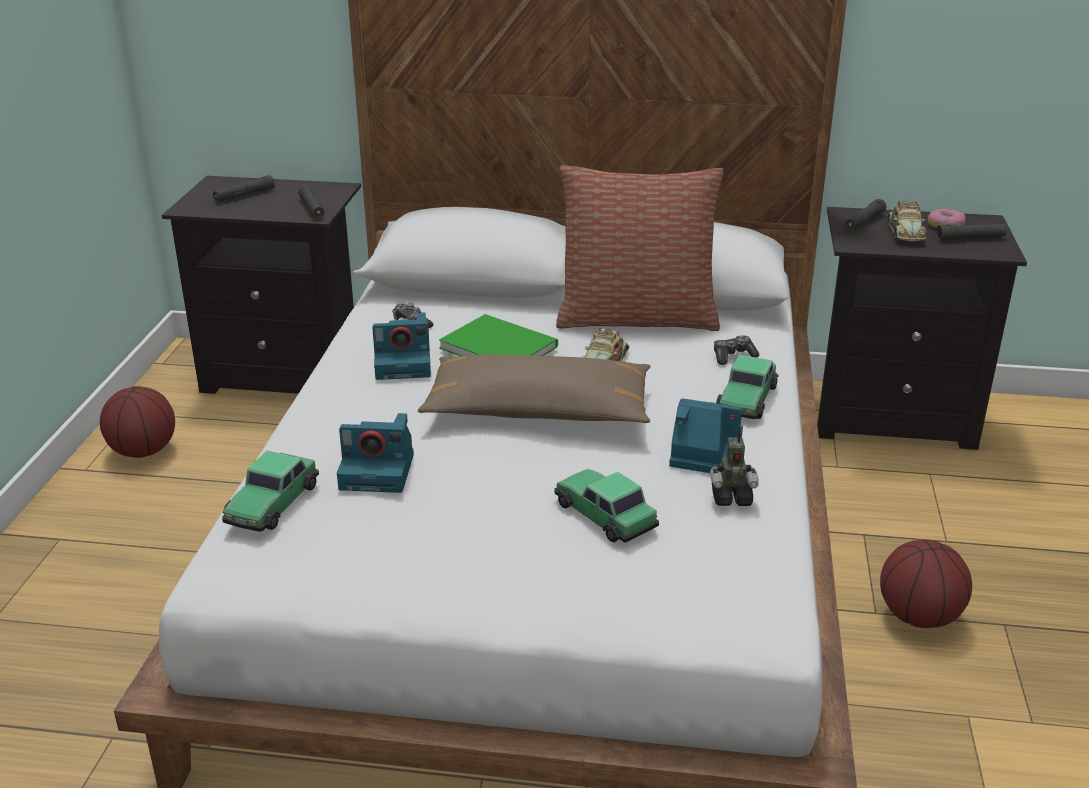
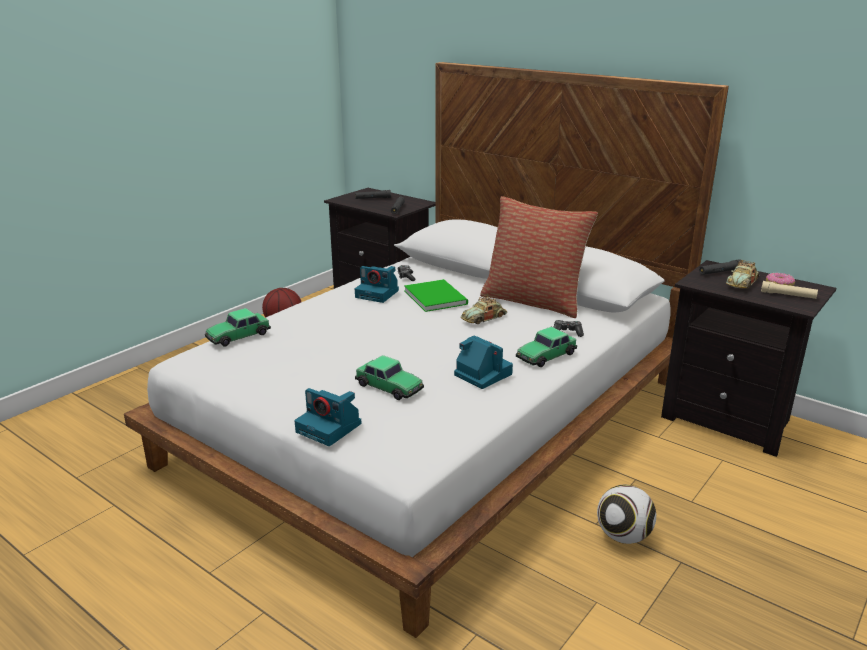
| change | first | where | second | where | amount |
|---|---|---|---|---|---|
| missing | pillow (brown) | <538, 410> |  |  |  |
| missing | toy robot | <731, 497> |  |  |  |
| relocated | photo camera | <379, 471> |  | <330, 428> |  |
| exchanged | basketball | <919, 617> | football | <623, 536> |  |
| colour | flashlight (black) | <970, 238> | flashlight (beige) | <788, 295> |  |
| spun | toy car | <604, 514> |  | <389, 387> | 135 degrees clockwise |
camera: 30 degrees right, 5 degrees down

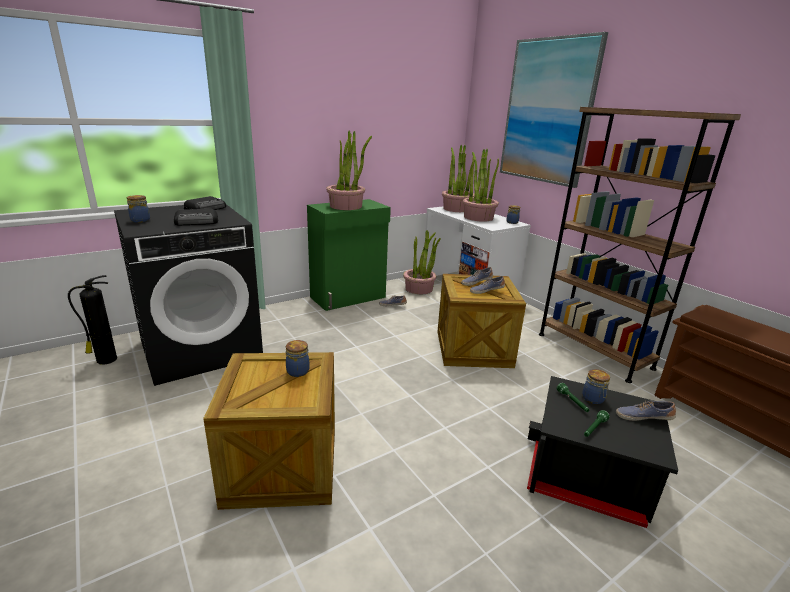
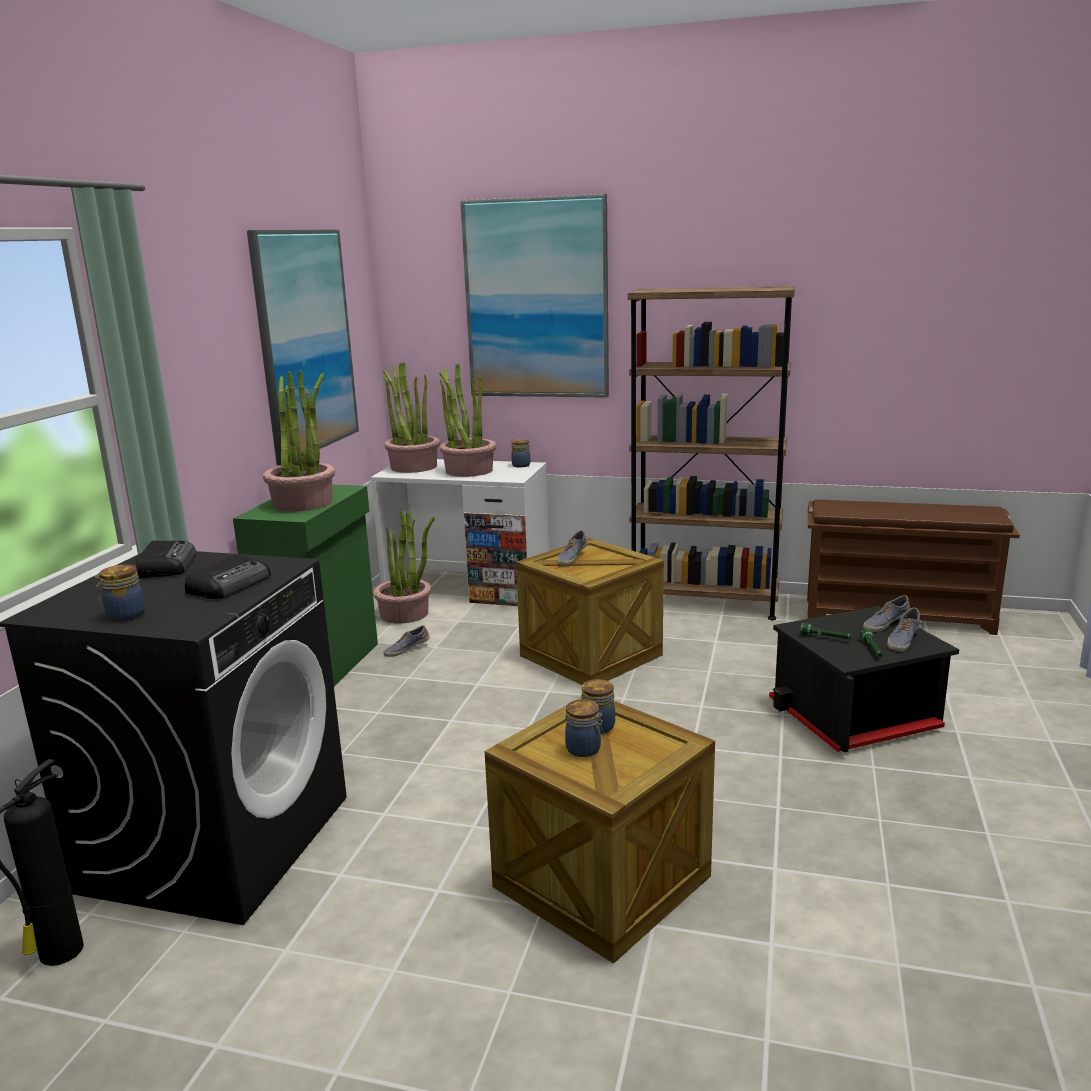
| change | first | where | second | where | amount |
|---|---|---|---|---|---|
| appeared |  |  | picture | <305, 342> |  |
| relocated | shoe | <486, 291> |  | <902, 640> |  |
| relocated | jar | <593, 399> |  | <584, 749> |  |
camera: 40 degrees left, 5 degrees down

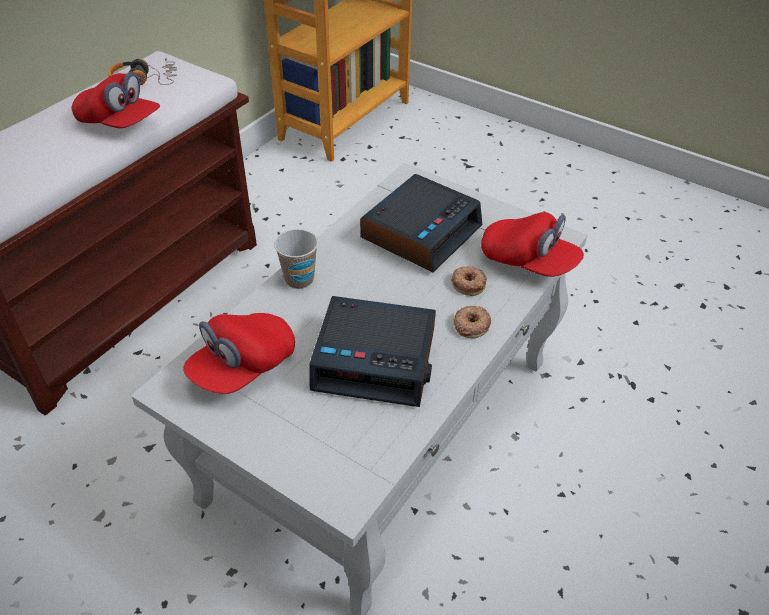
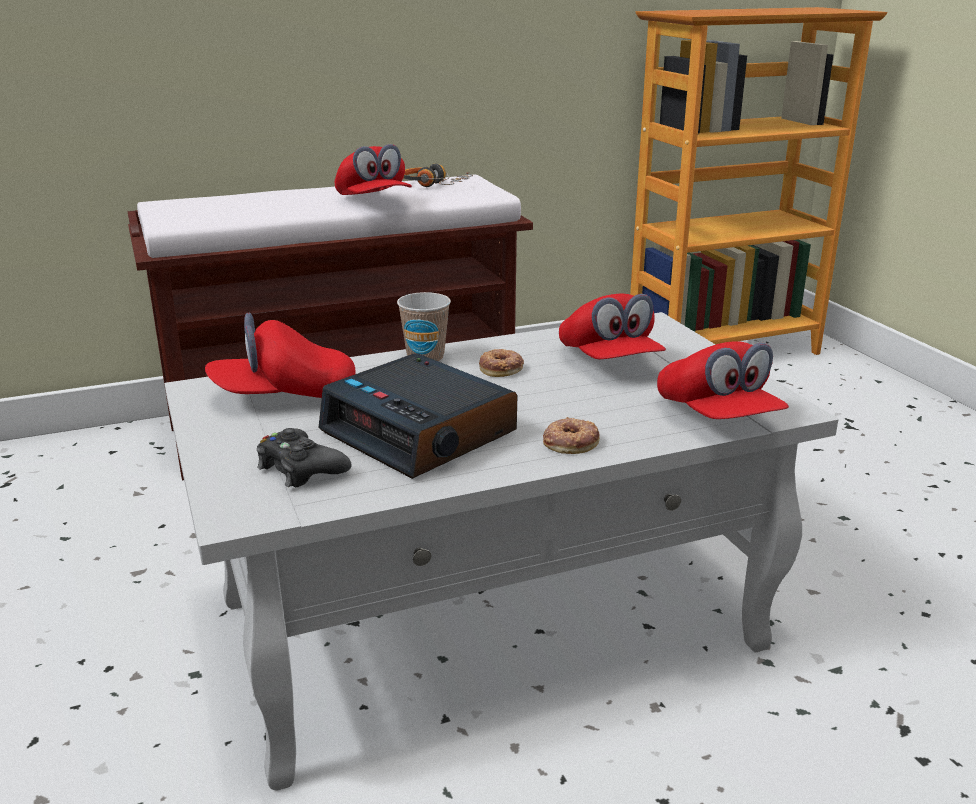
| change | first | where | second | where | amount |
|---|---|---|---|---|---|
| appeared |  |  | game controller (black) | <300, 469> |  |
| relocated | donut | <468, 283> |  | <501, 368> |  |
| exchanged | alarm clock | <421, 232> | cap (red) | <609, 361> |  |
camera: 35 degrees right, 20 degrees down

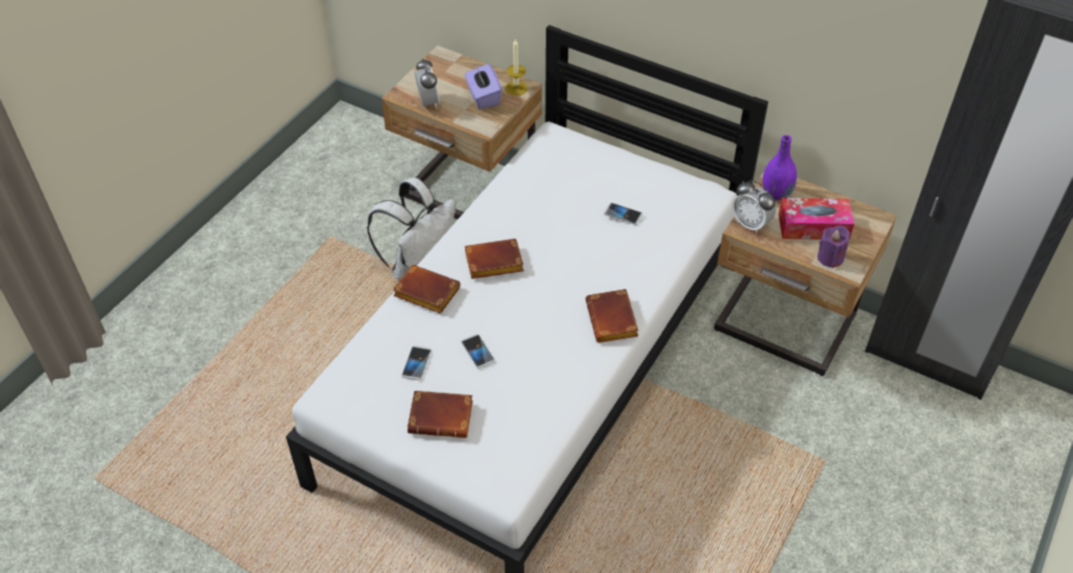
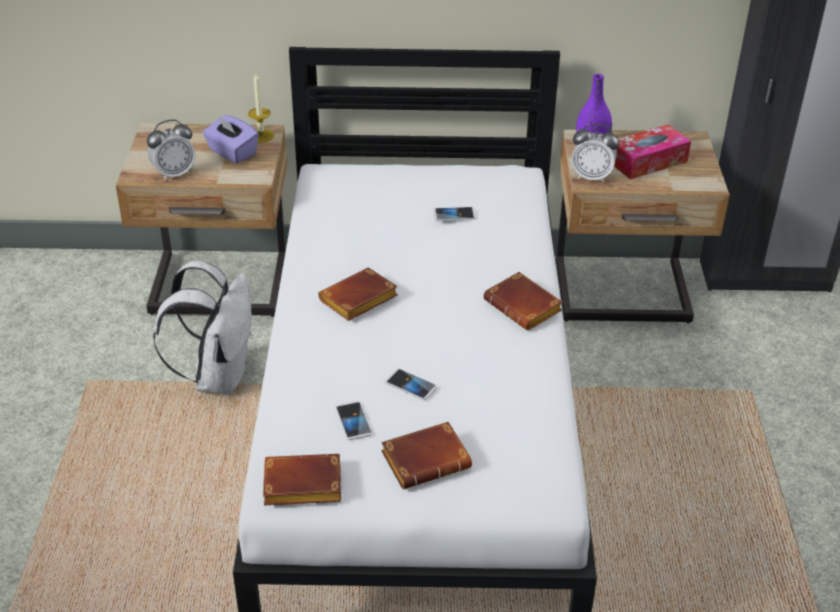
| change | first | where | second | where | amount |
|---|---|---|---|---|---|
| missing | candle (purple) | <830, 257> |  |  |  |
| relocated | book (brown) | <424, 293> |  | <300, 487> |  |
| spun | alarm clock | <428, 102> |  | <174, 174> | 105 degrees clockwise |
camera: 30 degrees left, 10 degrees down

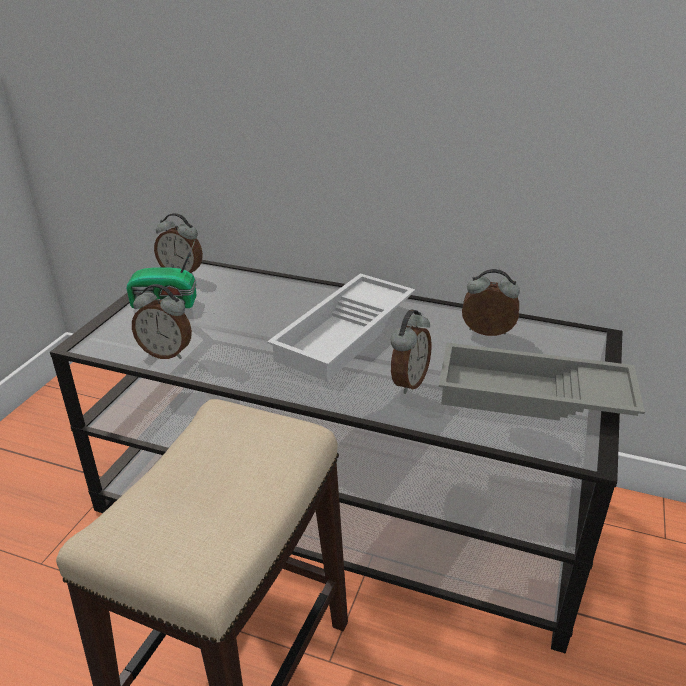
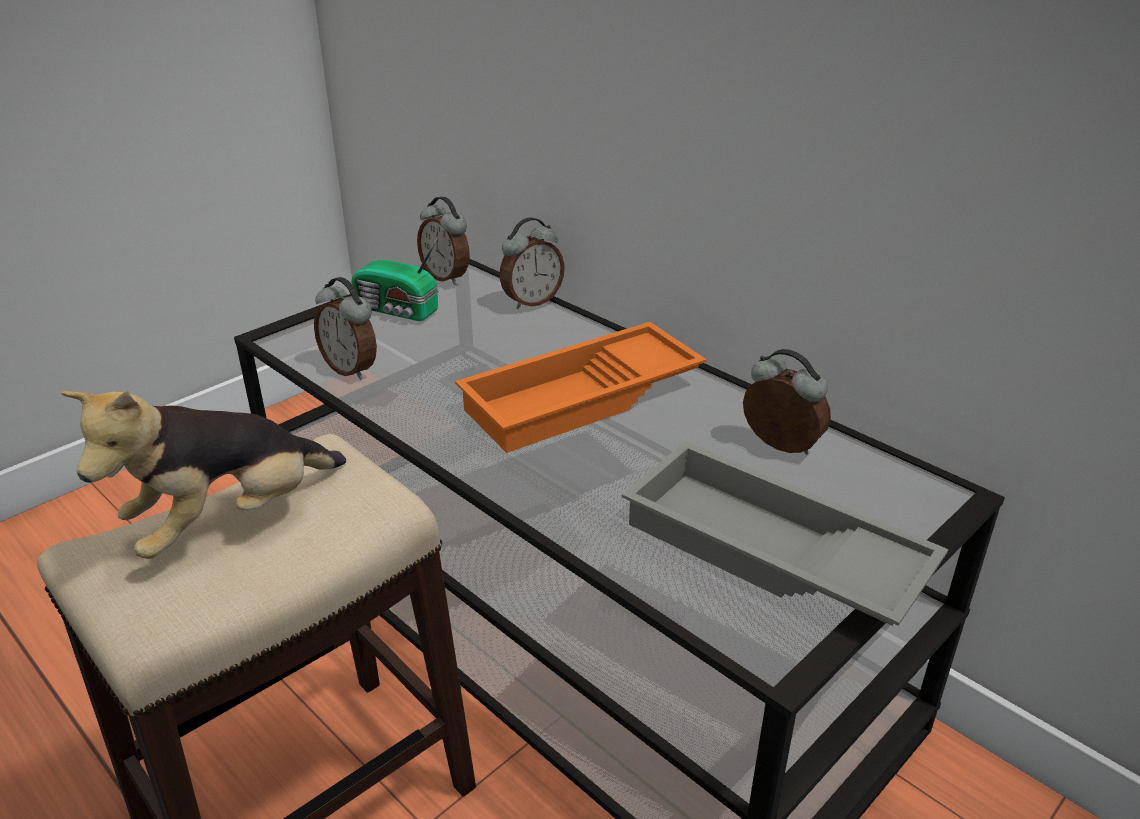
| change | first | where | second | where | amount |
|---|---|---|---|---|---|
| appeared |  |  | plush toy | <230, 521> |  |
| relocated | alarm clock | <408, 382> |  | <531, 301> |  |
| colour | tray (white) | <347, 334> | tray (orange) | <582, 400> |  |
camera: 25 degrees right, 0 degrees up

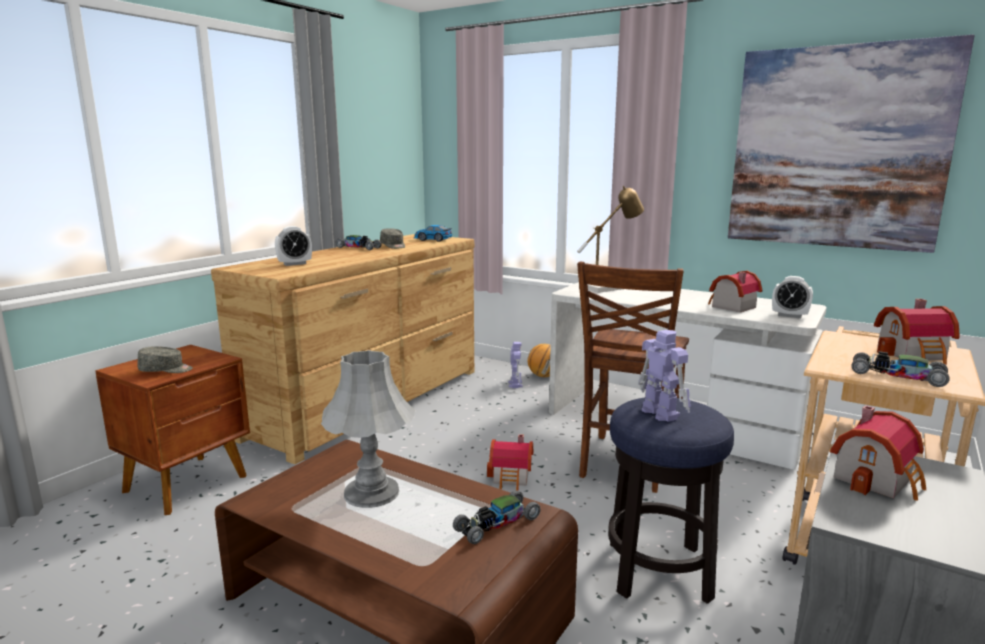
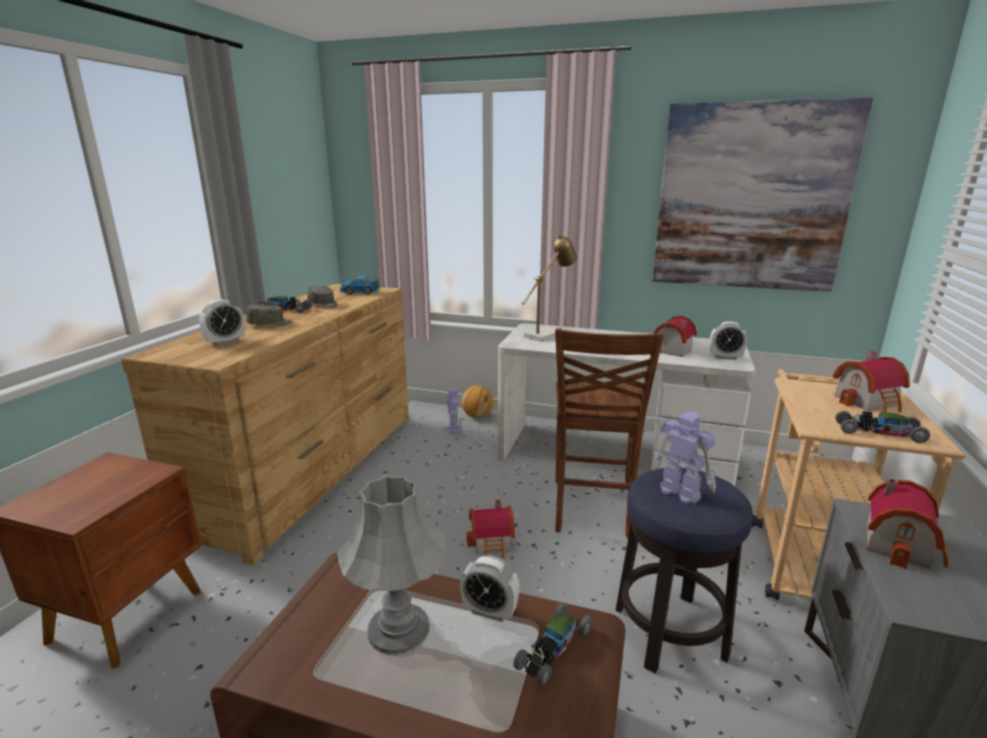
| change | first | where | second | where | amount |
|---|---|---|---|---|---|
| appeared |  |  | alarm clock | <489, 611> |  |
| relocated | cap (grey) | <166, 370> |  | <270, 324> |  |
camera: 15 degrees left, 5 degrees up

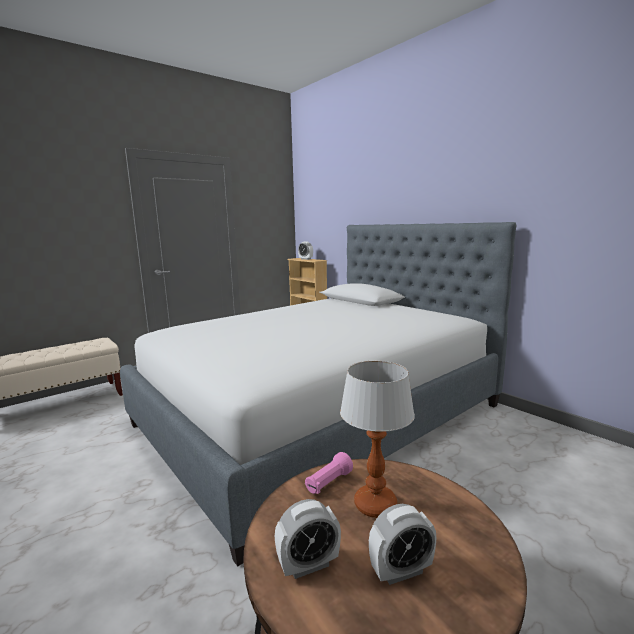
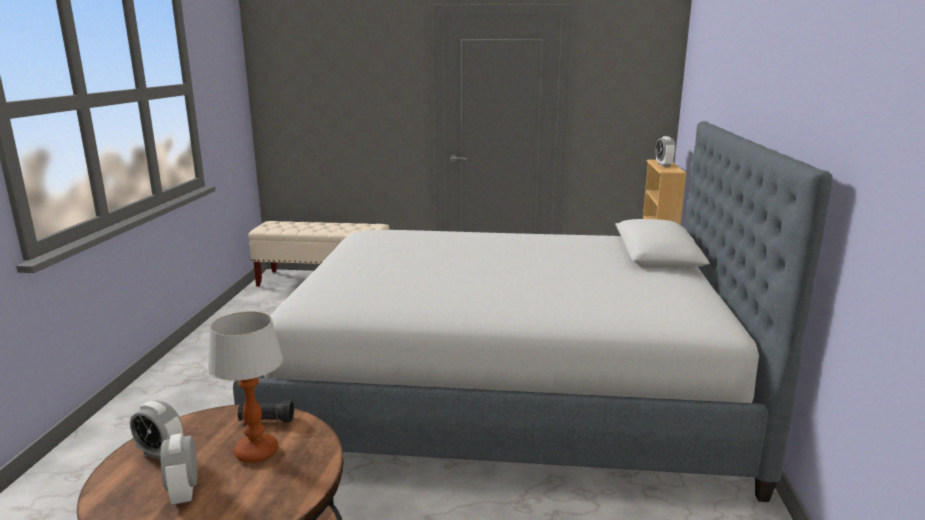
| change | first | where | second | where | amount |
|---|---|---|---|---|---|
| colour | flashlight (pink) | <328, 483> | flashlight (black) | <266, 421> |  |
| spun | alarm clock | <401, 571> |  | <184, 492> | 45 degrees clockwise |
camera: 45 degrees right, 5 degrees up

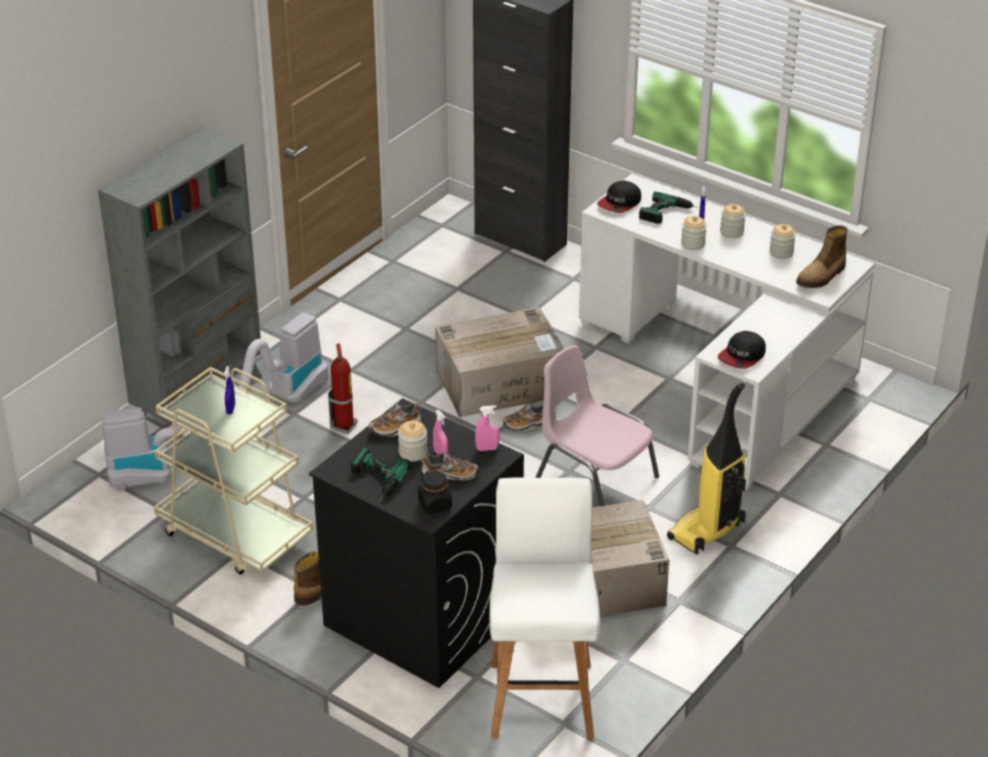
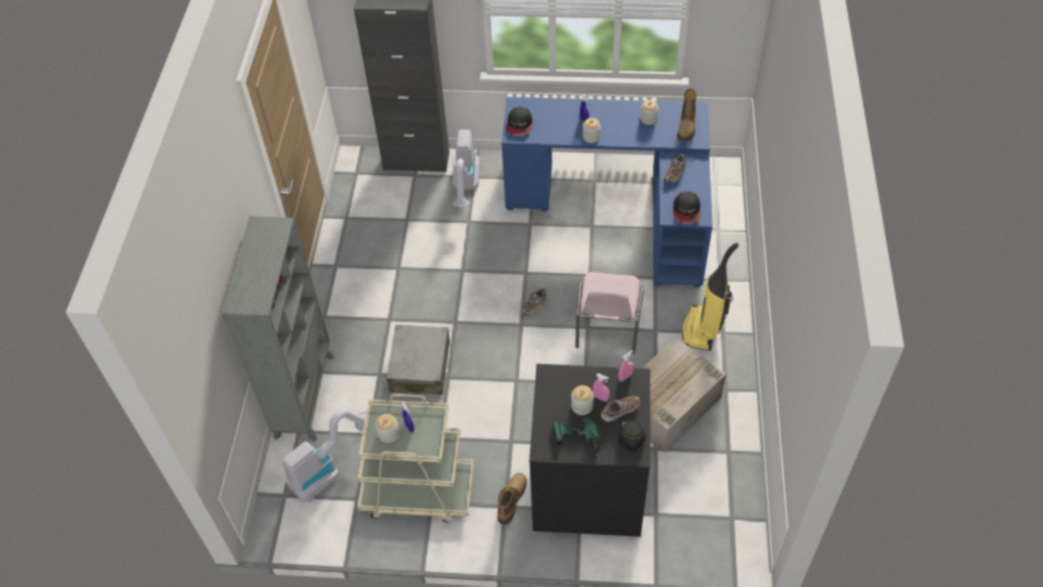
| change | first | where | second | where | amount |
|---|---|---|---|---|---|
| missing | cardboard box | <501, 382> |  |  |  |
| missing | stool (white) | <542, 697> |  |  |  |
| missing | power drill | <670, 214> |  |  |  |
| relocated | vacuum cleaner | <285, 398> |  | <466, 188> |  |
| relocated | shoe | <395, 428> |  | <674, 174> |  |
| relocated | jar | <731, 232> |  | <388, 434> |  |
| exchanged | fire extinguisher | <344, 425> | suitcase (grey) | <420, 366> |  |
| colour | desk (white) | <725, 374> | desk (blue) | <622, 207> |  |
| spun | chair (pink) | <594, 478> |  | <607, 325> | 90 degrees counterclockwise |
camera: 30 degrees left, 15 degrees up

